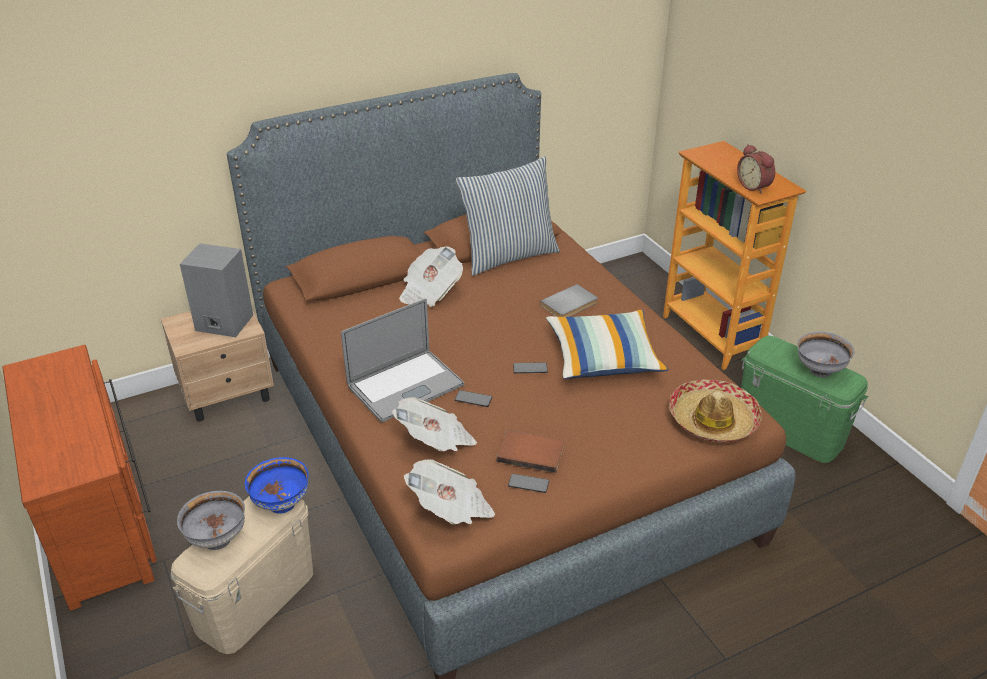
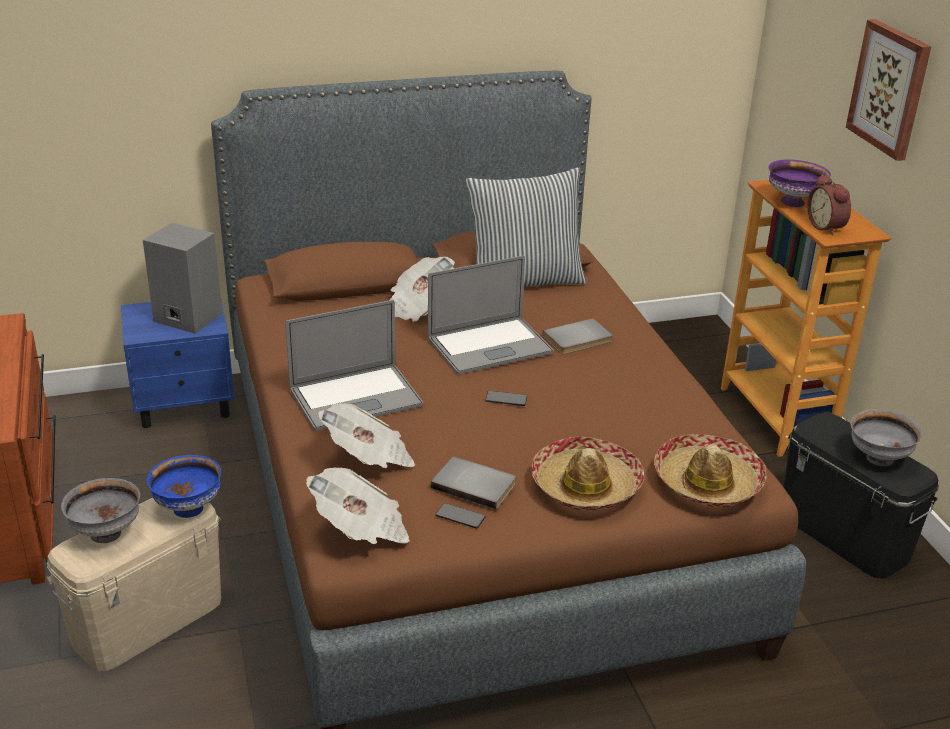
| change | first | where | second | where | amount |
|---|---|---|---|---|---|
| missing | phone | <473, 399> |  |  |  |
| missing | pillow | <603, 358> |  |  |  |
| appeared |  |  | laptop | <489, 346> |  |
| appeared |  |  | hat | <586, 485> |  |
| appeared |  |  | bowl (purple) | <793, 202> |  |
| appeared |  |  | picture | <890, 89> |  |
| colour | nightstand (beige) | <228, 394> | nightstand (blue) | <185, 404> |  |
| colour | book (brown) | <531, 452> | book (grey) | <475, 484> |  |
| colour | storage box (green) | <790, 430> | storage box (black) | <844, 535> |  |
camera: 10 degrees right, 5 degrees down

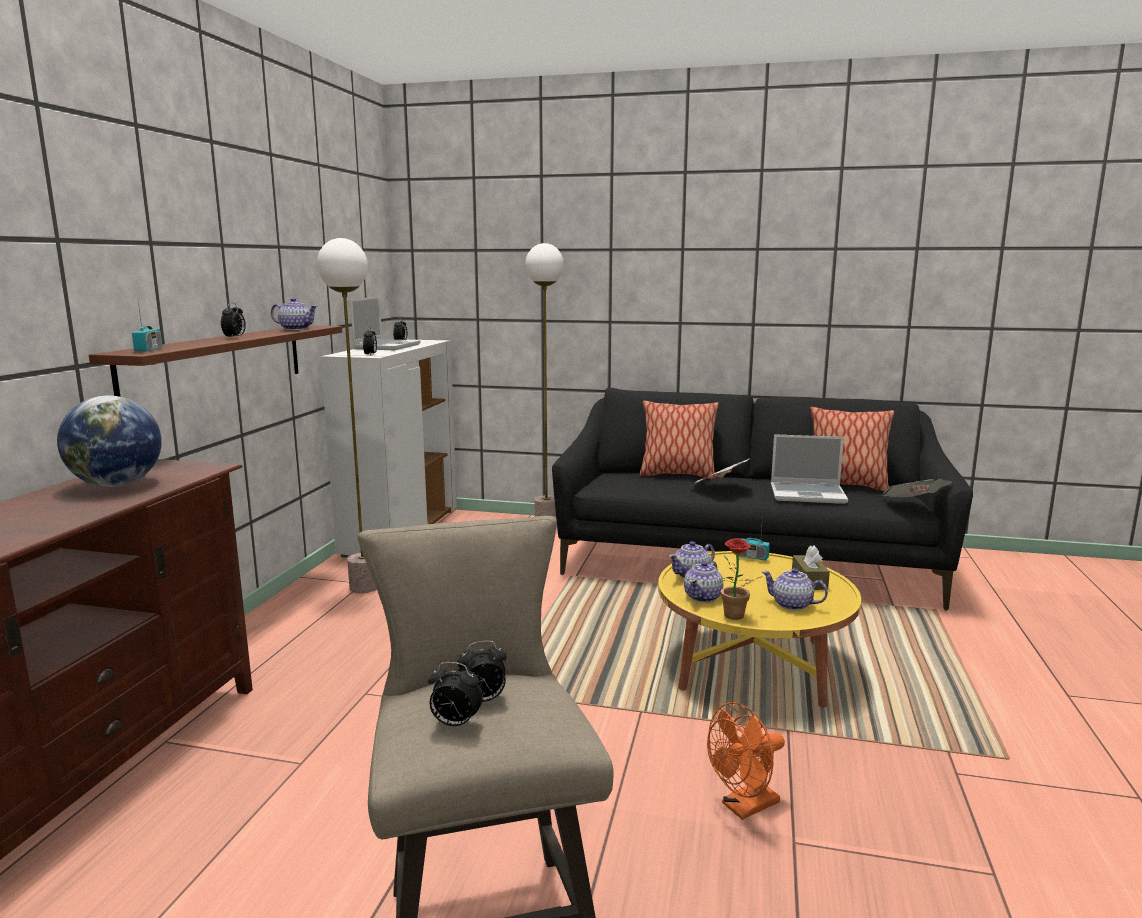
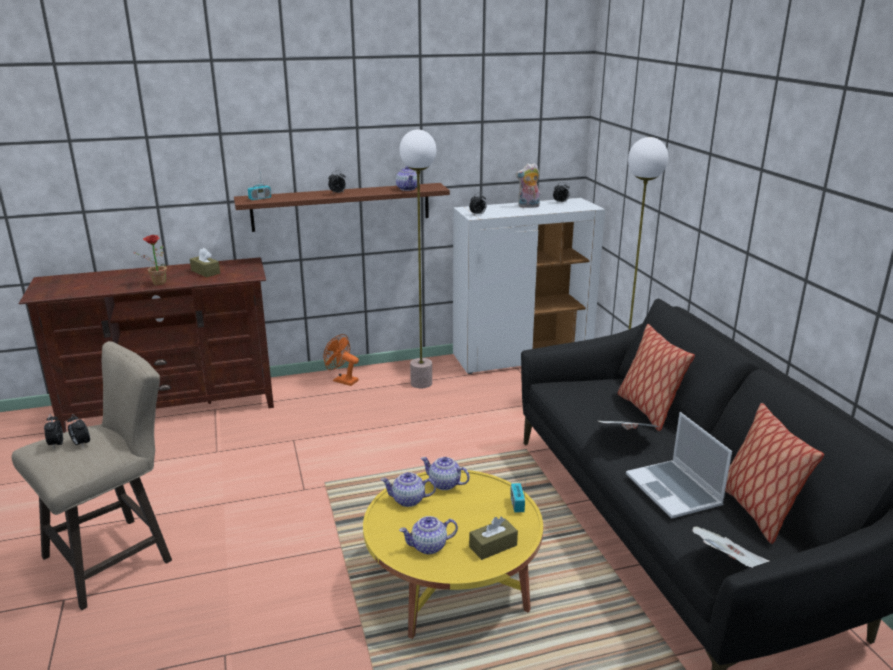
| change | first | where | second | where | amount |
|---|---|---|---|---|---|
| relocated | fan (orange) | <744, 807> |  | <342, 380> |  |
| relocated | potted plant | <734, 617> |  | <156, 284> |  |
| exchanged | globe | <116, 485> | tissue box (brown) | <205, 272> |  |
| exchanged | laptop | <386, 346> | plush toy | <528, 206> |  |
| spun | teapot | <792, 605> |  | <429, 546> | 105 degrees counterclockwise |
camera: 60 degrees right, 10 degrees up

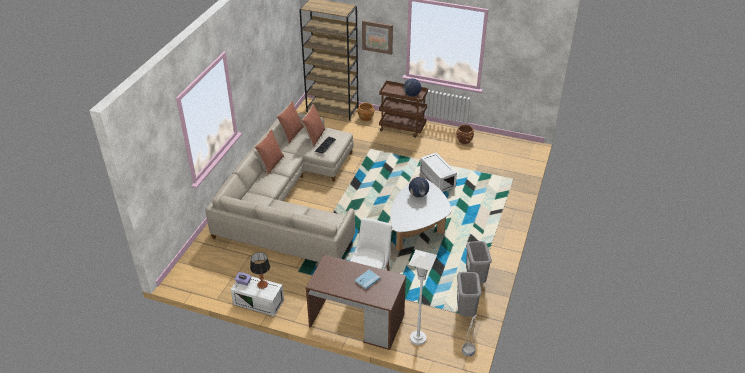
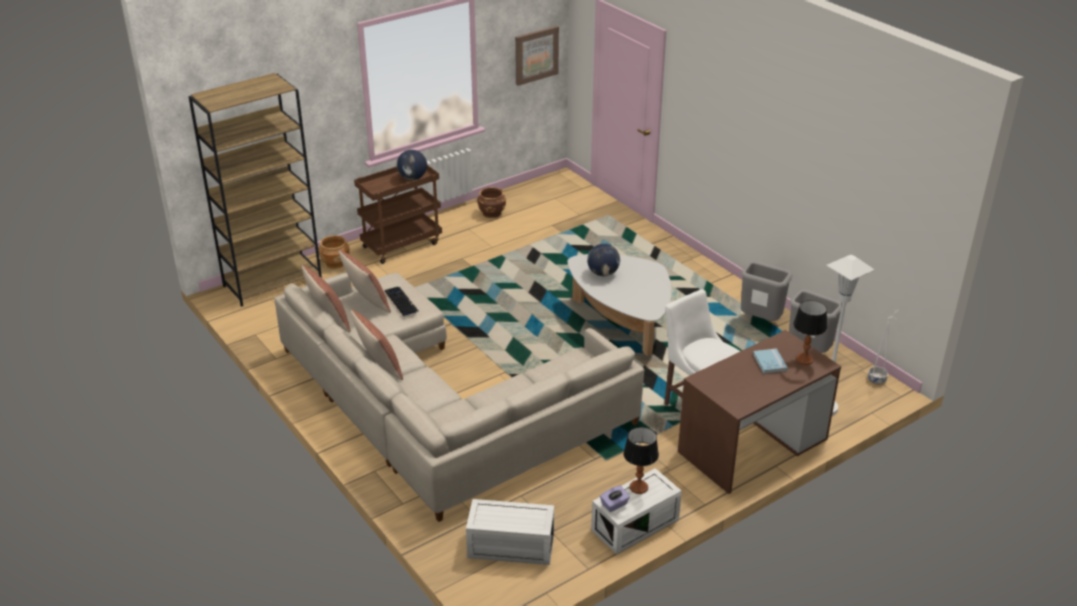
| change | first | where | second | where | amount |
|---|---|---|---|---|---|
| appeared |  |  | table lamp | <804, 360> |  |
| relocated | picture | <377, 37> |  | <536, 55> |  |
| relocated | storage box (white) | <436, 179> |  | <509, 547> |  |
camera: 55 degrees left, 5 degrees down

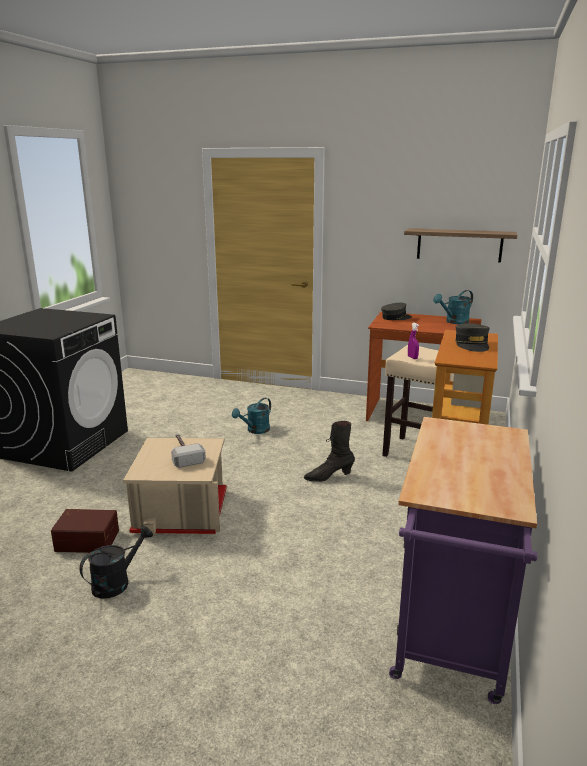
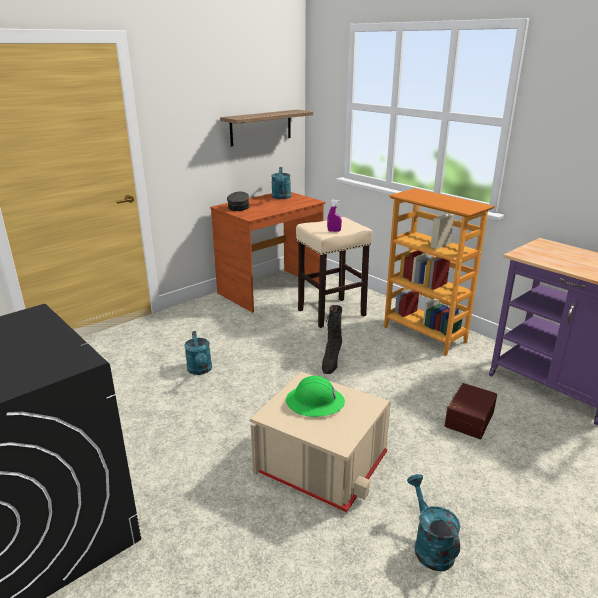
| change | first | where | second | where | amount |
|---|---|---|---|---|---|
| missing | cap (grey) | <472, 345> |  |  |  |
| relocated | storage box (brown) | <87, 539> |  | <468, 418> |  |
| exchanged | hammer | <184, 453> | hard hat (green) | <315, 402> |  |
| colour | watering can (black) | <117, 582> | watering can (turquoise) | <429, 545> |  |
camera: 60 degrees left, 5 degrees up

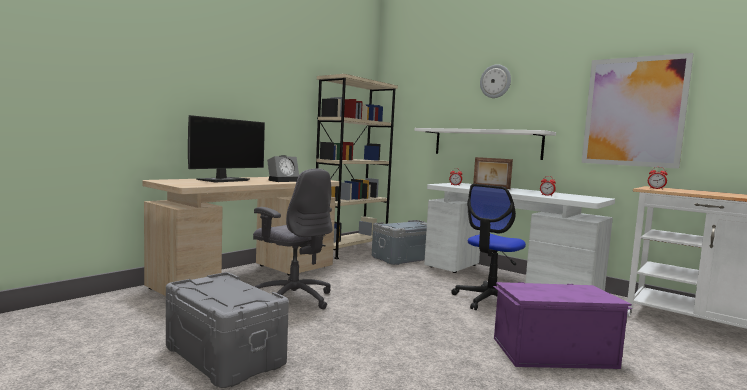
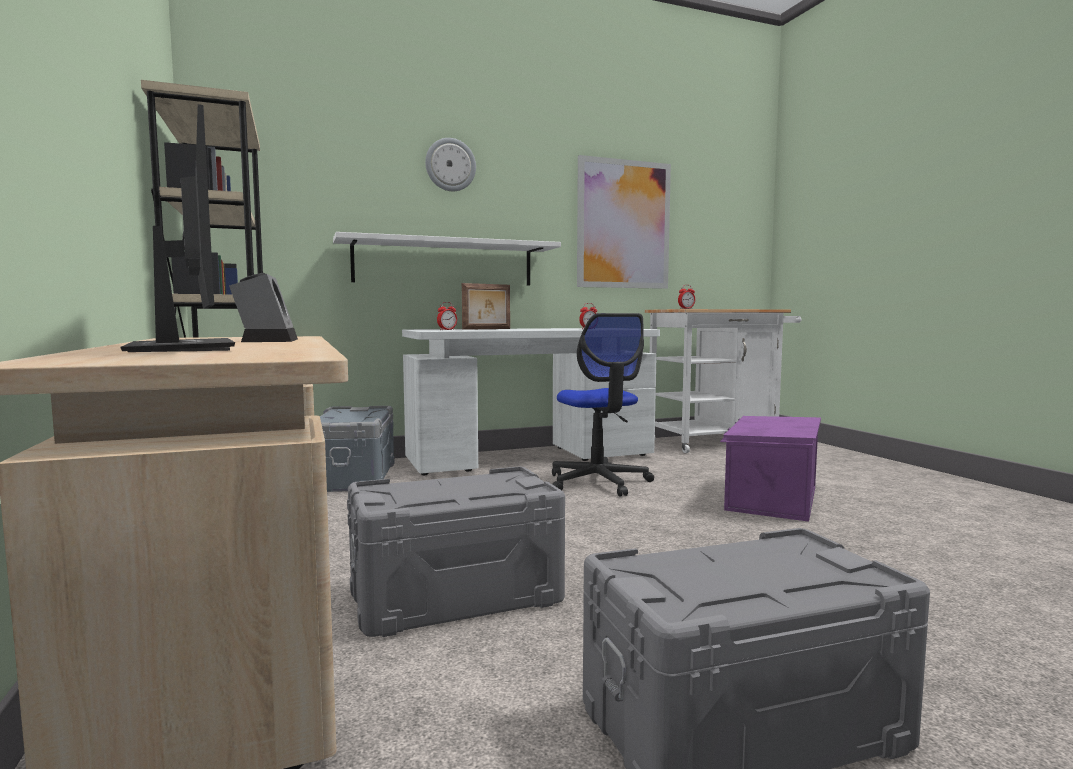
| change | first | where | second | where | amount |
|---|---|---|---|---|---|
| exchanged | office chair (grey) | <293, 299> | storage box (grey) | <456, 596> |  |
camera: 60 degrees left, 0 degrees up

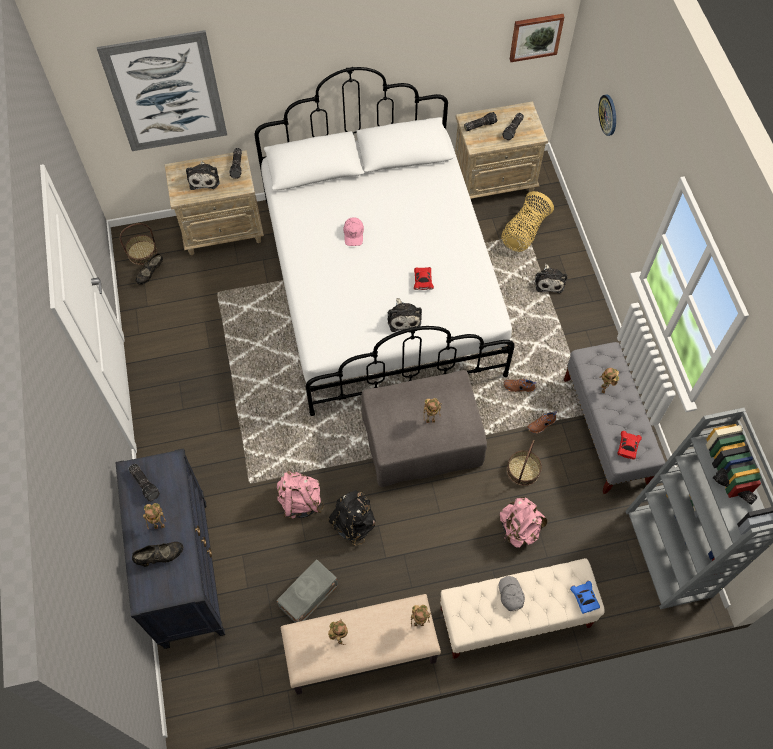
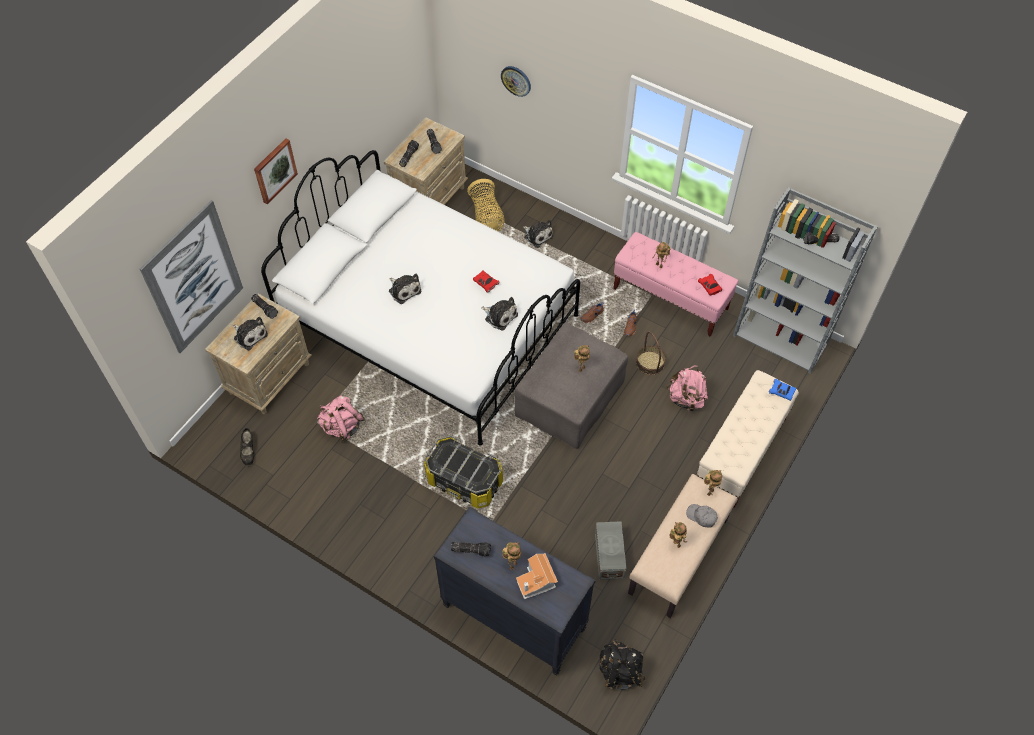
| change | first | where | second | where | amount |
|---|---|---|---|---|---|
| missing | basket | <142, 252> |  |  |  |
| appeared |  |  | storage box | <464, 481> |  |
| relocated | backpack (pink) | <300, 501> |  | <342, 427> |  |
| relocated | backpack (black) | <353, 523> |  | <620, 671> |  |
| relocated | cap (grey) | <511, 595> |  | <701, 517> |  |
| relocated | picture | <535, 36> |  | <274, 170> |  |
| exchanged | shoe (black) | <160, 557> | toy house | <536, 582> |  |
| exchanged | cap (pink) | <353, 234> | plush toy | <404, 290> |  |
| colour | bench (grey) | <605, 431> | bench (pink) | <670, 299> |  |
camera: 45 degrees left, 5 degrees down

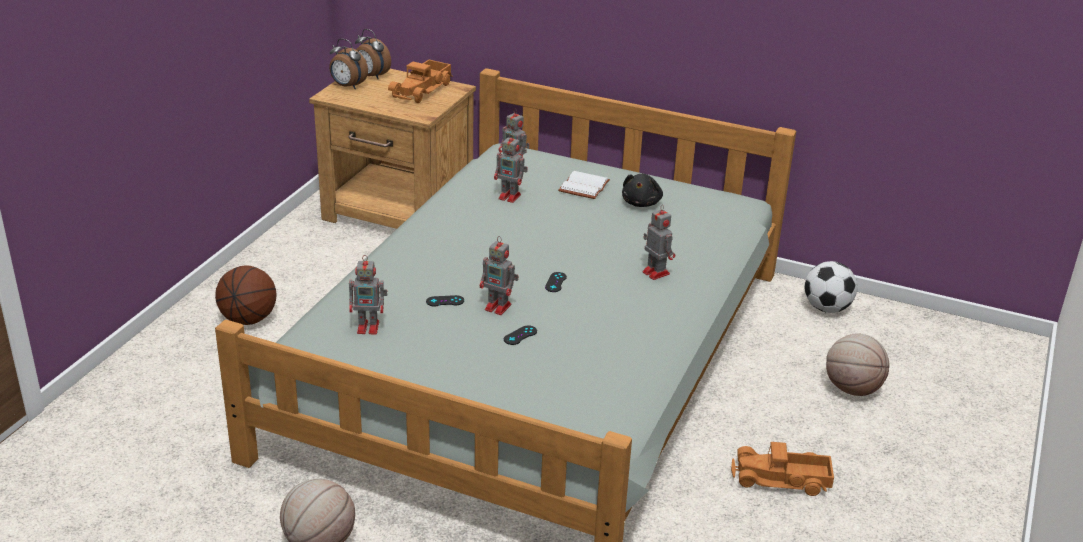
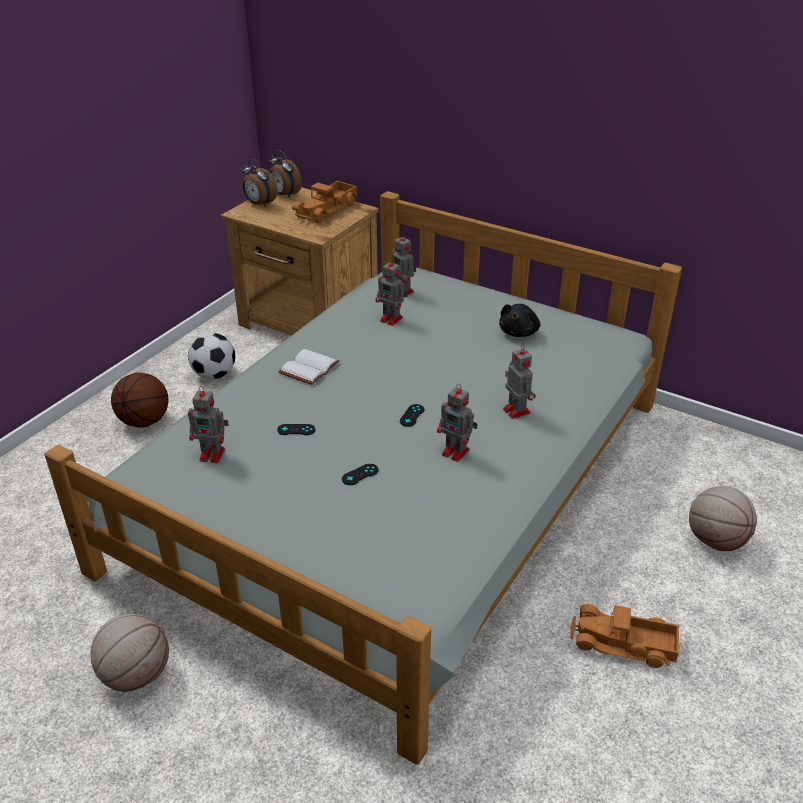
| change | first | where | second | where | amount |
|---|---|---|---|---|---|
| relocated | toy robot | <499, 307> |  | <457, 452> |  |
| relocated | book (white) | <583, 186> |  | <308, 367> |  |
| relocated | football | <826, 308> |  | <214, 375> |  |
camera: 10 degrees right, 5 degrees up

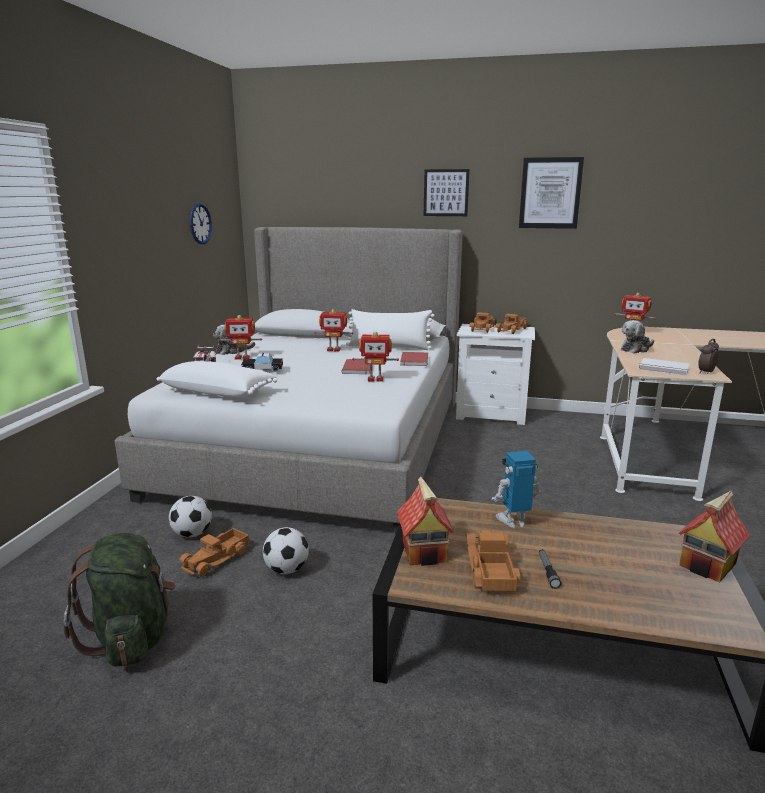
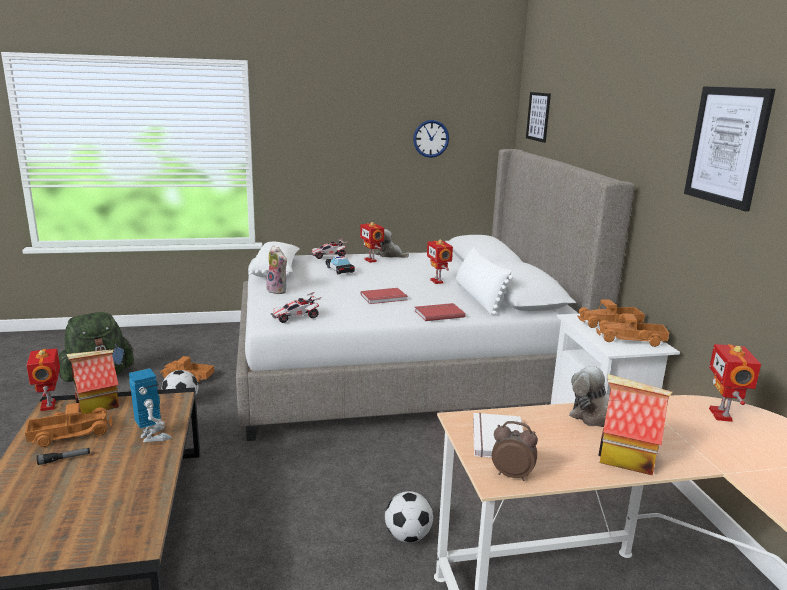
| change | first | where | second | where | amount |
|---|---|---|---|---|---|
| appeared |  |  | plush toy | <278, 290> |  |
| appeared |  |  | toy car | <296, 317> |  |
| relocated | football | <192, 534> |  | <408, 536> |  |
| relocated | toy robot | <375, 379> |  | <50, 405> |  |
| relocated | picture | <446, 193> |  | <538, 116> |  |
| relocated | toy house | <708, 565> |  | <625, 458> |  |
camera: 65 degrees right, 0 degrees up

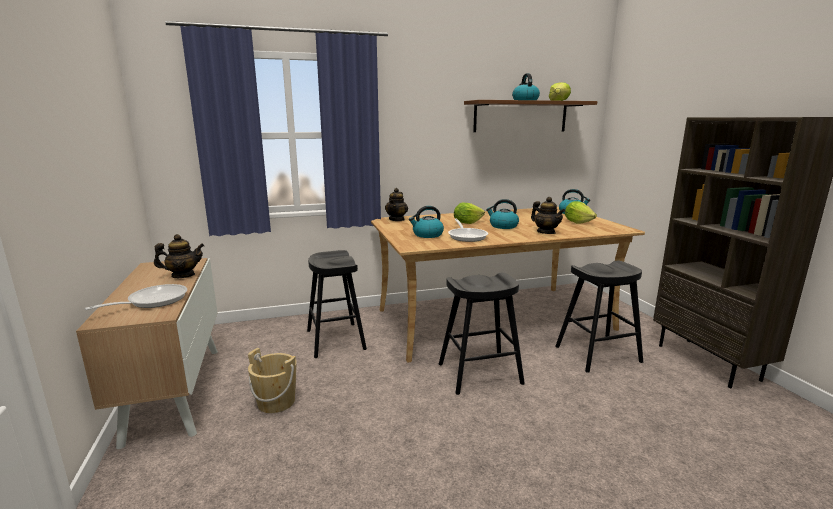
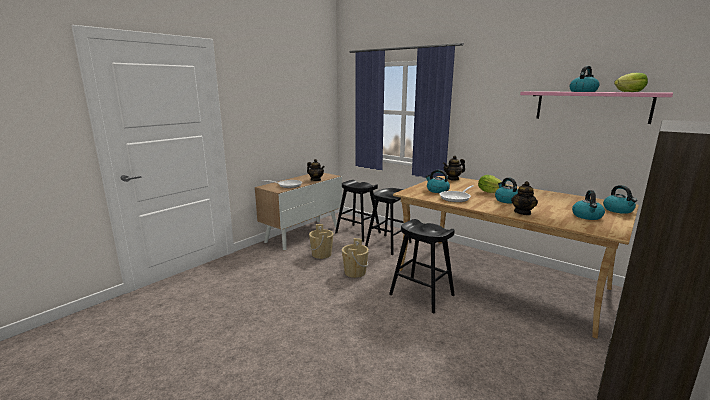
| change | first | where | second | where | amount |
|---|---|---|---|---|---|
| appeared |  |  | bucket (beige) | <355, 272> |  |
| relocated | stool (black) | <598, 354> |  | <358, 233> |  |
| exchanged | lettuce | <578, 222> | kettle | <587, 216> |  |
| colour | shelf (brown) | <520, 116> | shelf (pink) | <591, 106> |  |
camera: 55 degrees right, 0 degrees up

